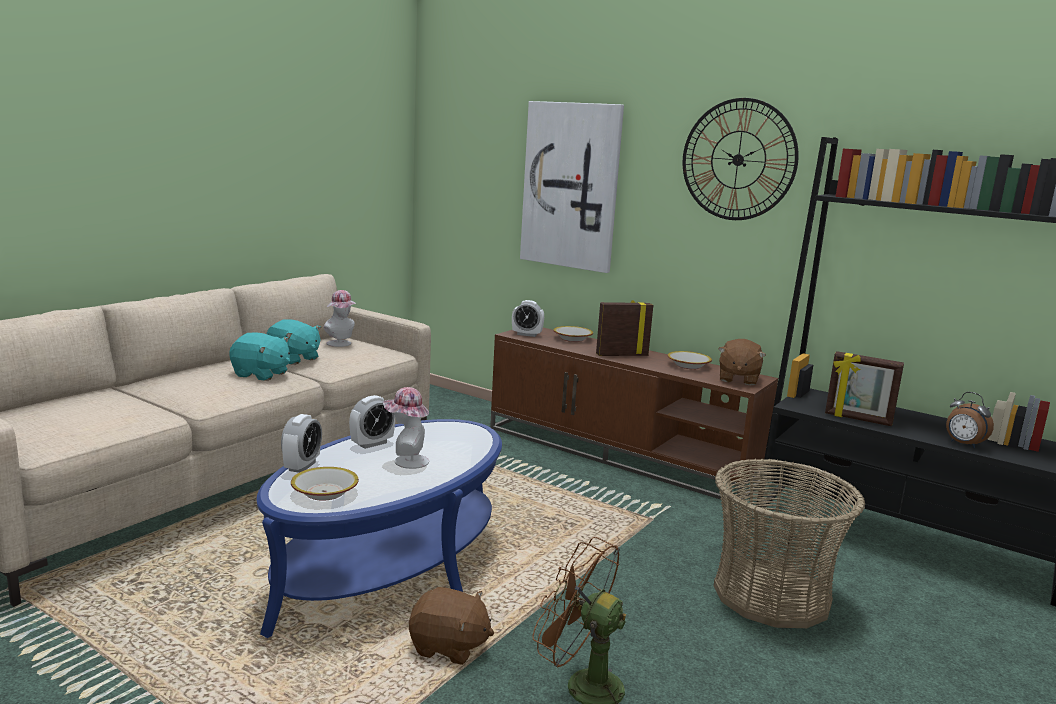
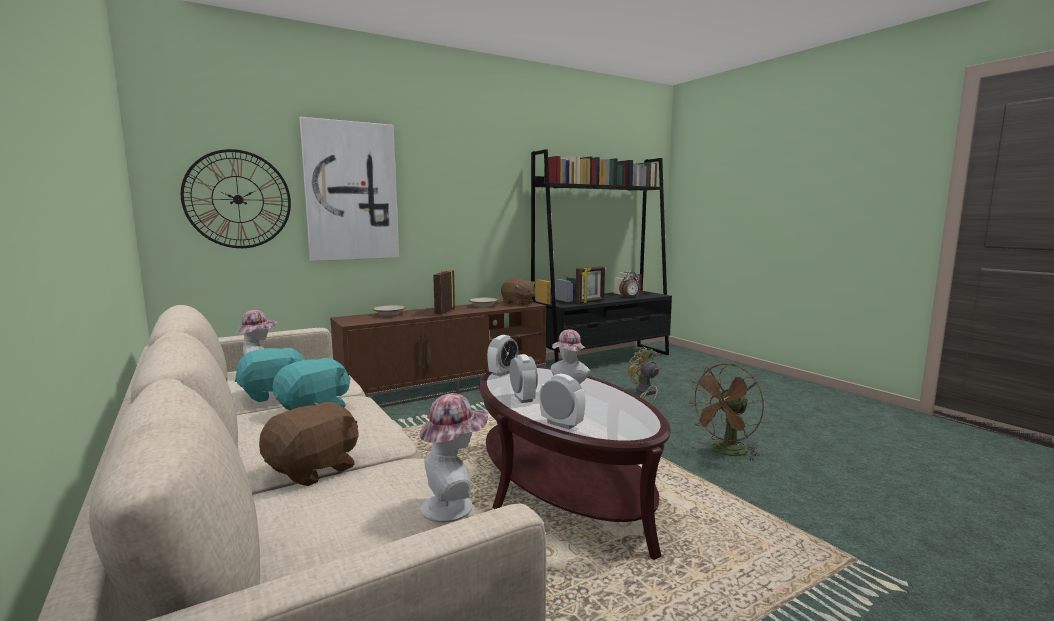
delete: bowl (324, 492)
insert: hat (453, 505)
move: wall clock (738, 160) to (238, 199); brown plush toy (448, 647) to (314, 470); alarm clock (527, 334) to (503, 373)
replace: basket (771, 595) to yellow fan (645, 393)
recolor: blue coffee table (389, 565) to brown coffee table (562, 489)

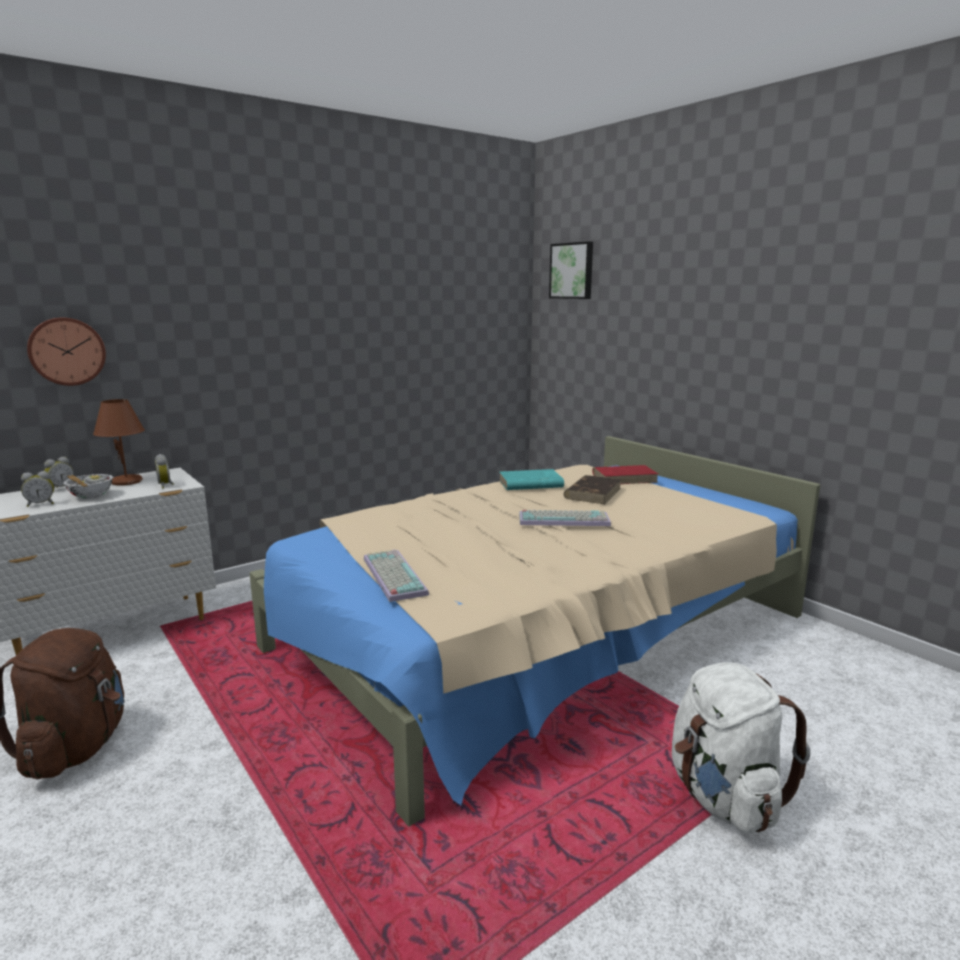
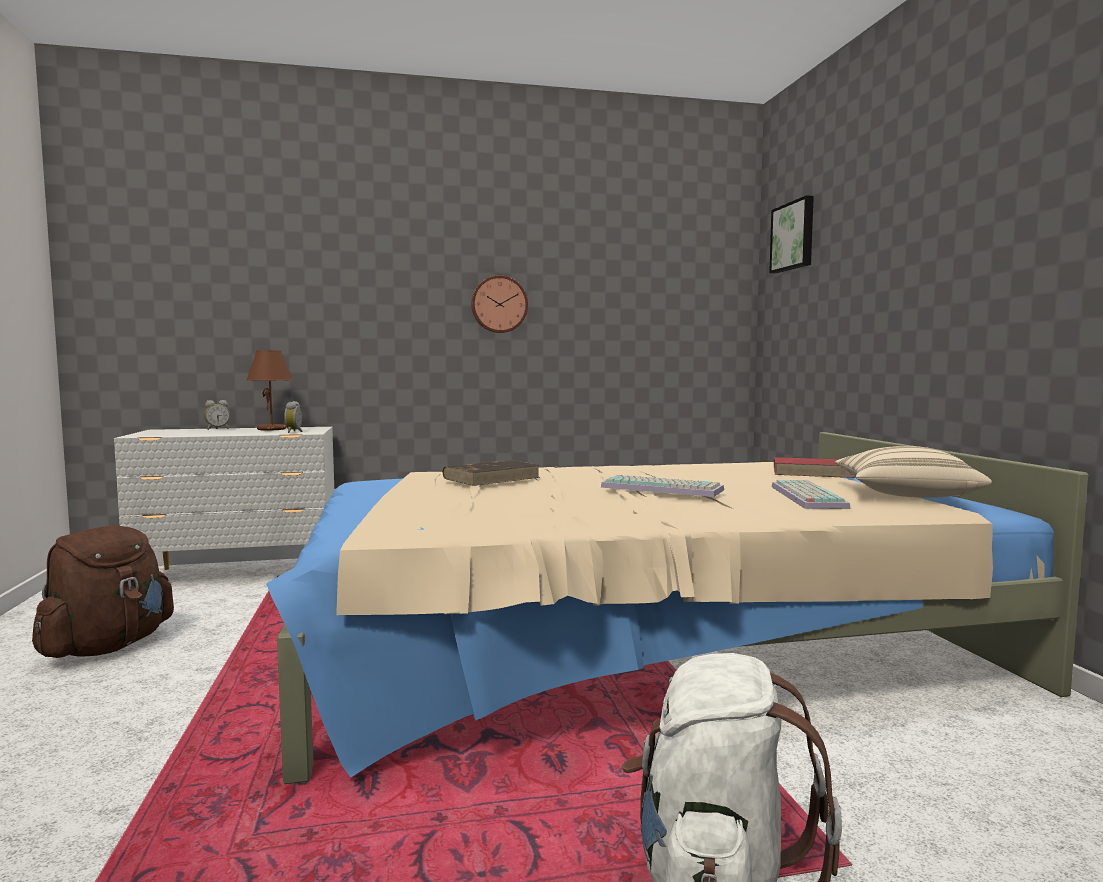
delete: alarm clock (41, 504); bowl (90, 496); turquoise book (530, 484)
insert: beige pillow (904, 495)
move: brown book (593, 493) to (492, 478); wall clock (66, 351) to (499, 304); keyboard (391, 575) to (804, 496)

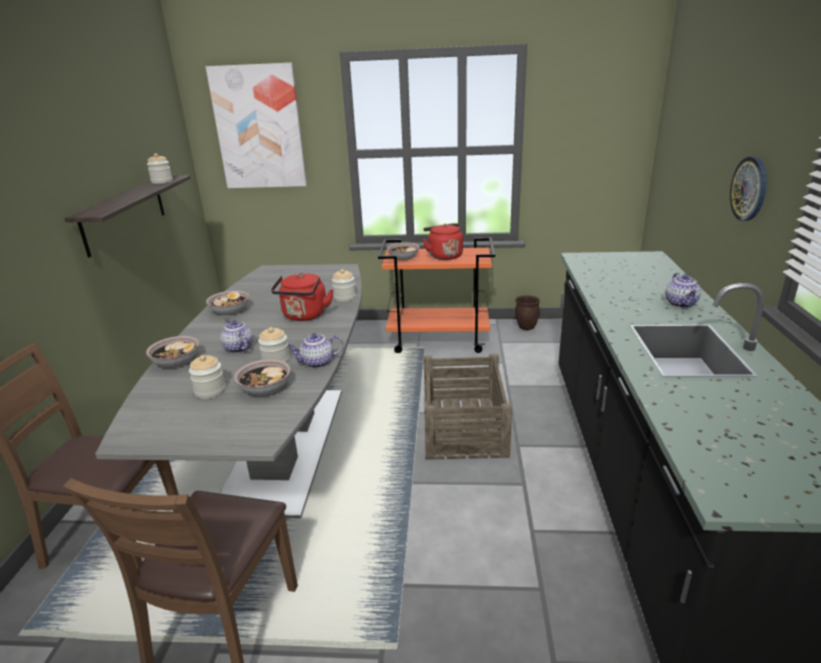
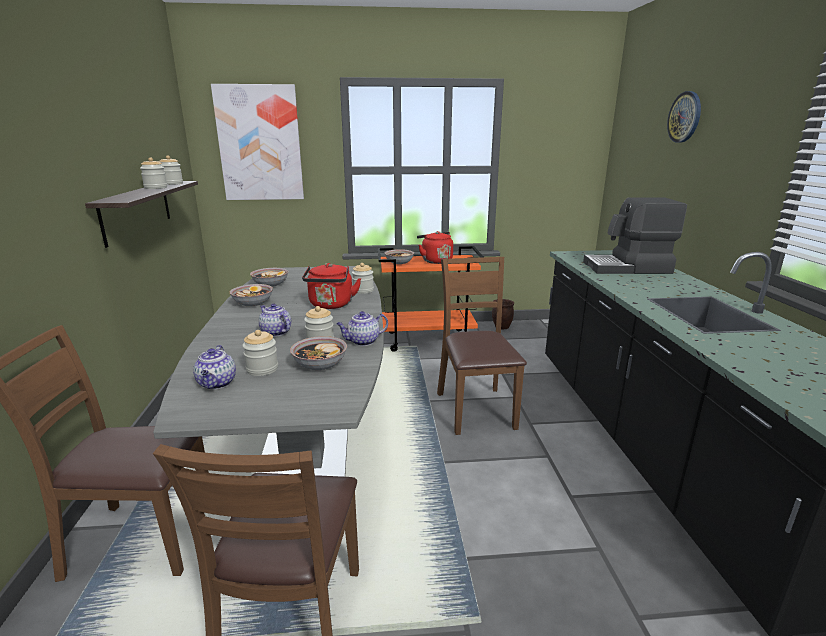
insert: jar (156, 188); coffee machine (628, 268)
move: teapot (681, 304) to (217, 384); bowl (176, 361) to (270, 284); wall clock (749, 189) to (685, 117)
replace: crate (464, 426) to brown chair (476, 409)

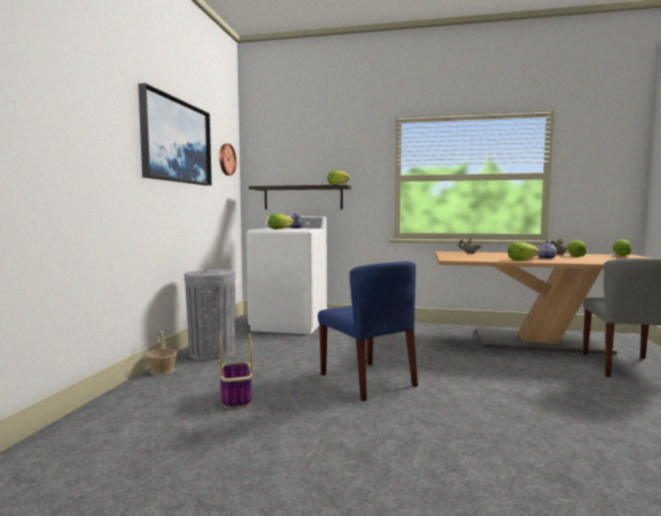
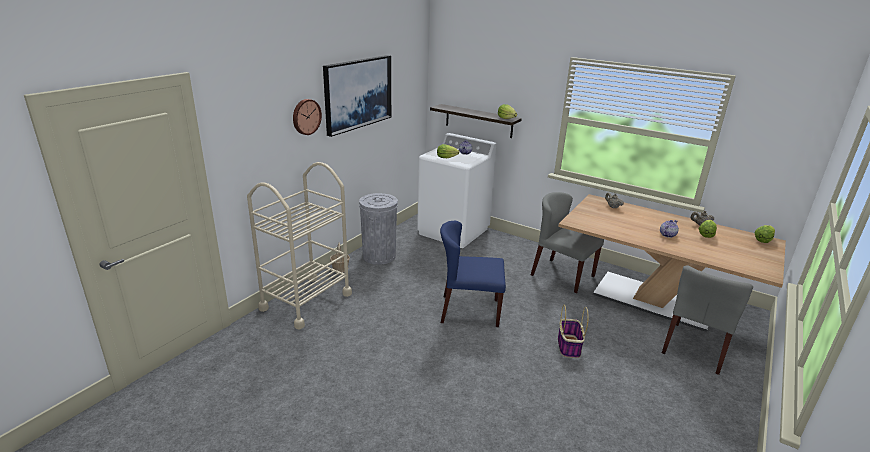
delete: lettuce (521, 260)
insert: beige cart (306, 301); grey chair (562, 275)
move: wall clock (226, 159) to (306, 116); basket (236, 397) to (568, 346)
rotate: blue chair (368, 380) = (469, 311) 105 degrees clockwise

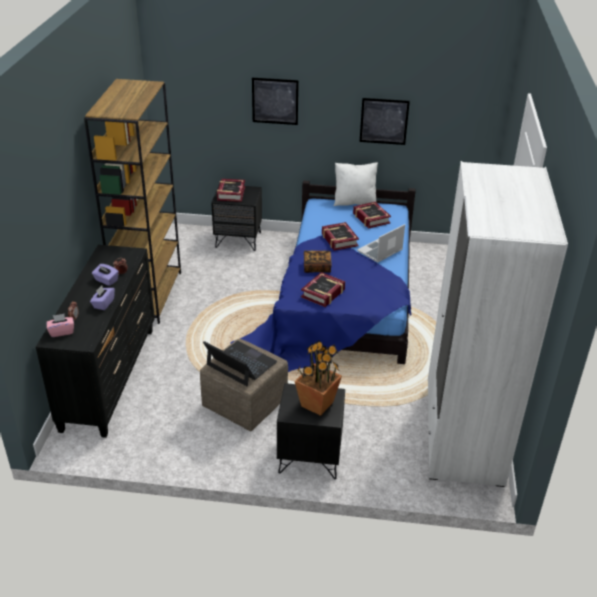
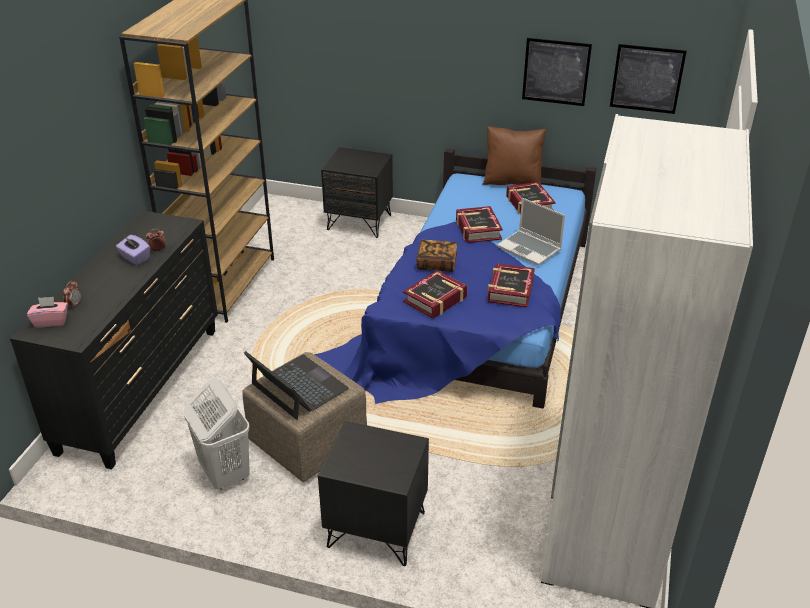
delete: purple tissue box (103, 304); potted plant (317, 403)
insert: white laundry basket (224, 473)
move: book (231, 193) to (510, 290); picture (275, 101) to (647, 79)
recolor: white pillow (354, 202) to brown pillow (512, 181)
rotate: laptop (380, 251) = (530, 249) 105 degrees counterclockwise

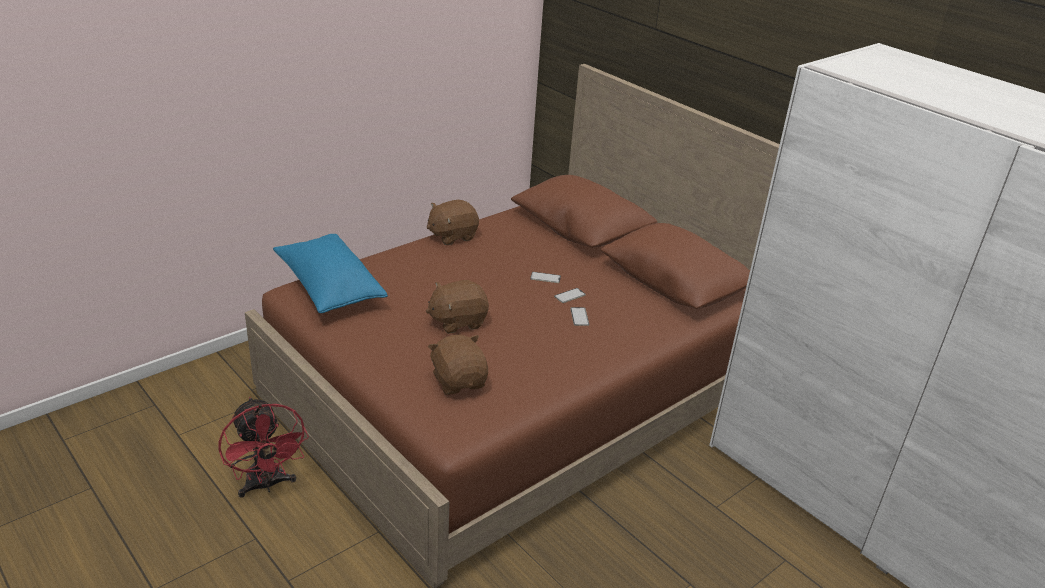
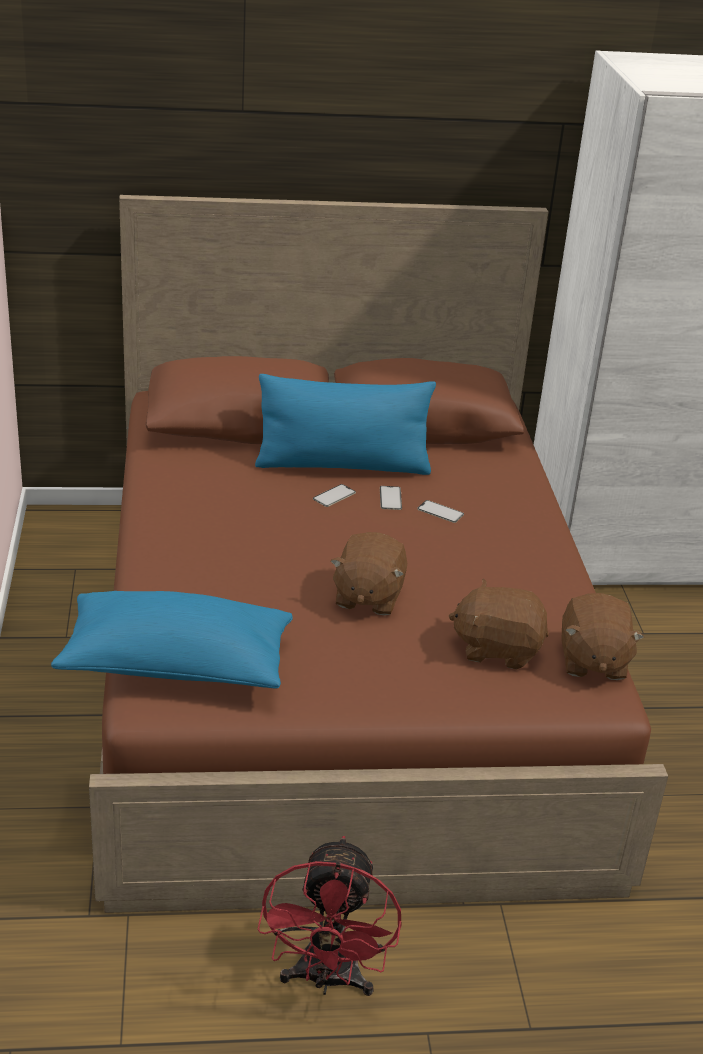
insert: blue pillow (342, 465)
move: brown plush toy (452, 236) to (592, 661)
rotate: red fan (266, 485) = (327, 980) 90 degrees clockwise

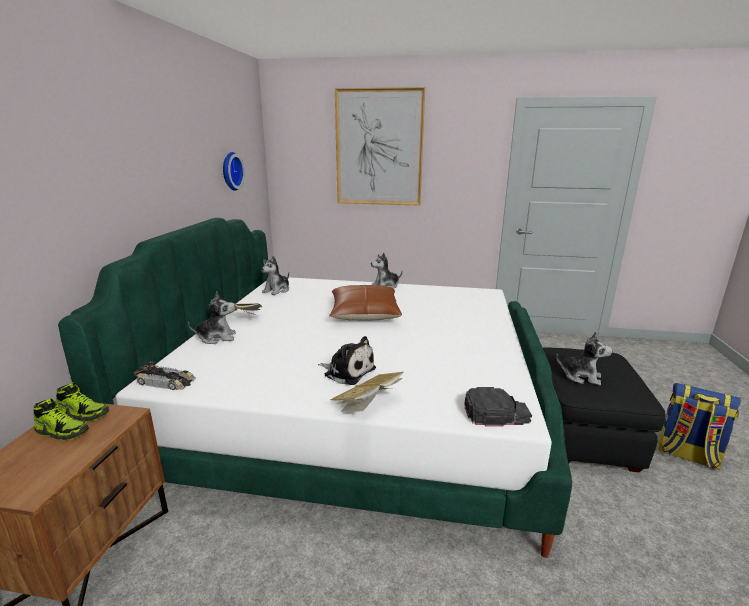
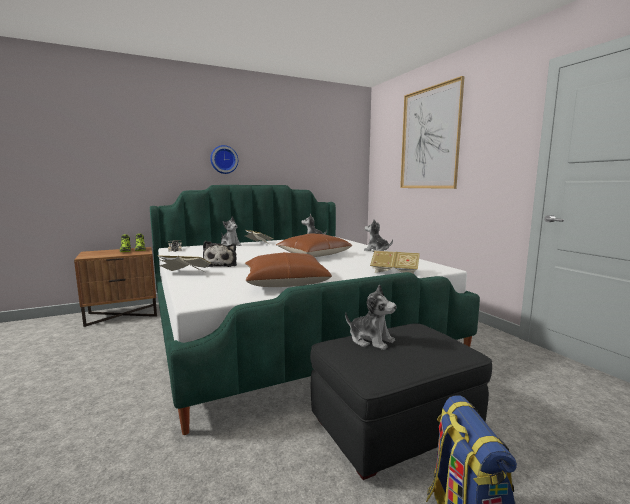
delete: black cap (496, 412)
insert: brown pillow (285, 282); book (394, 272)
move: wall clock (230, 171) to (224, 159)
rotate: plush toy (581, 376) = (371, 340) 45 degrees counterclockwise

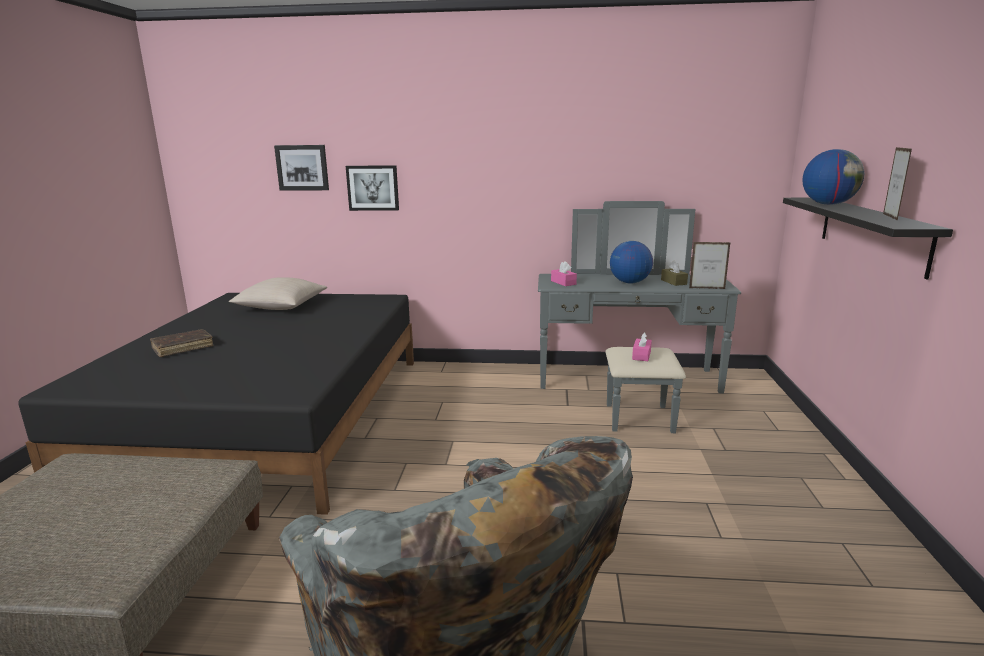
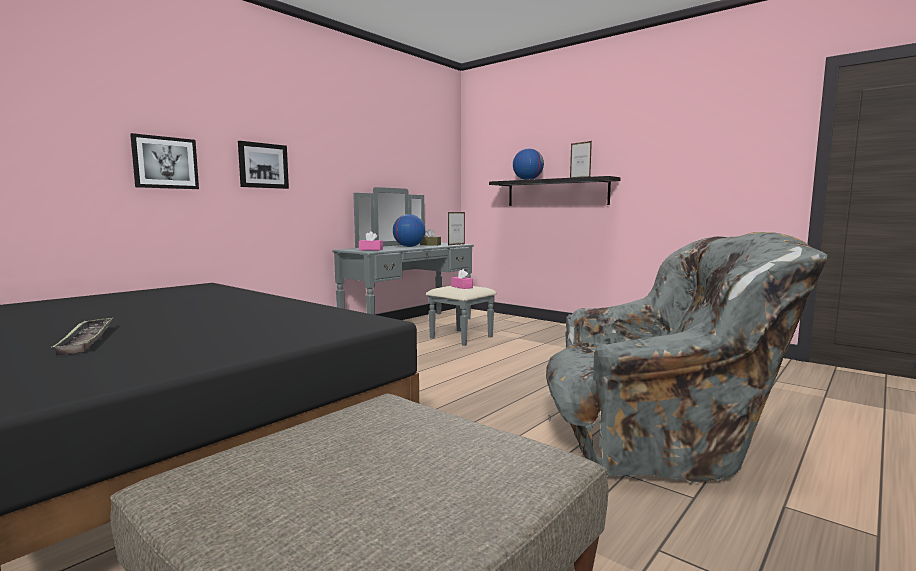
delete: beige pillow (281, 306)
move: picture (302, 167) to (263, 165)
replace: brown book (183, 348) to tray (86, 340)

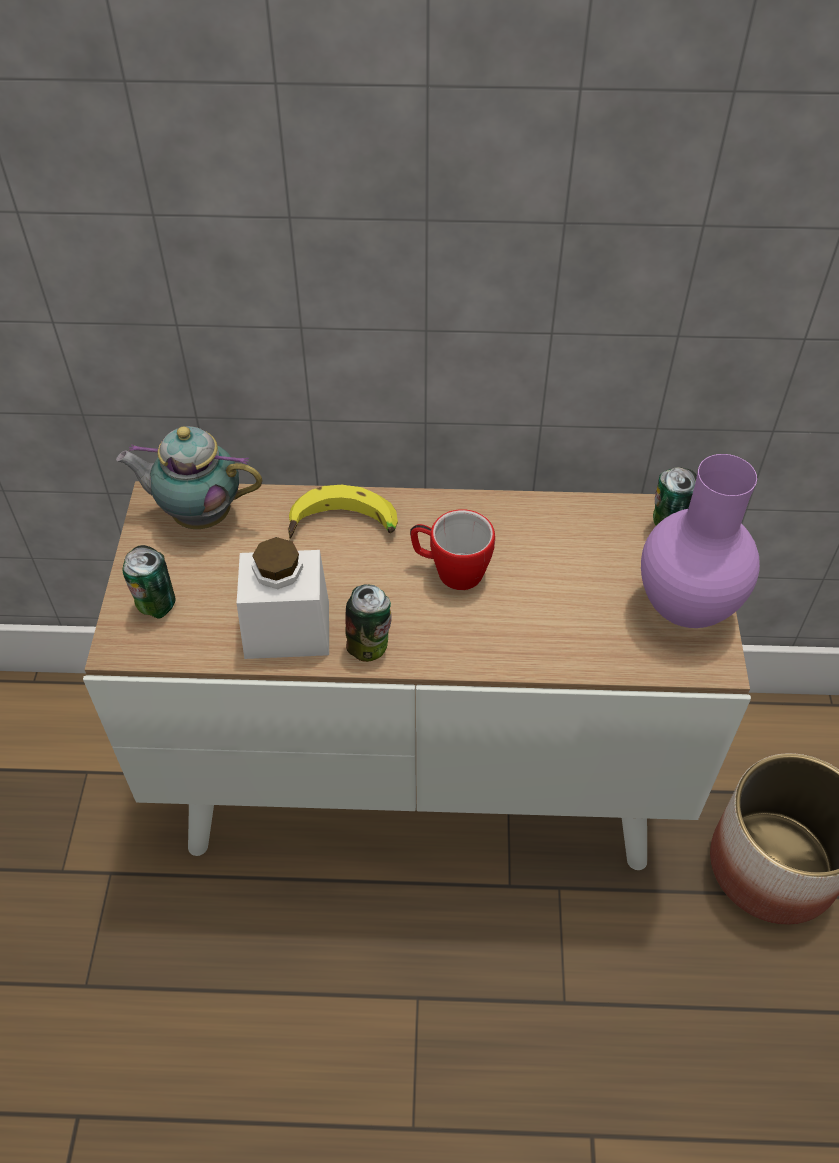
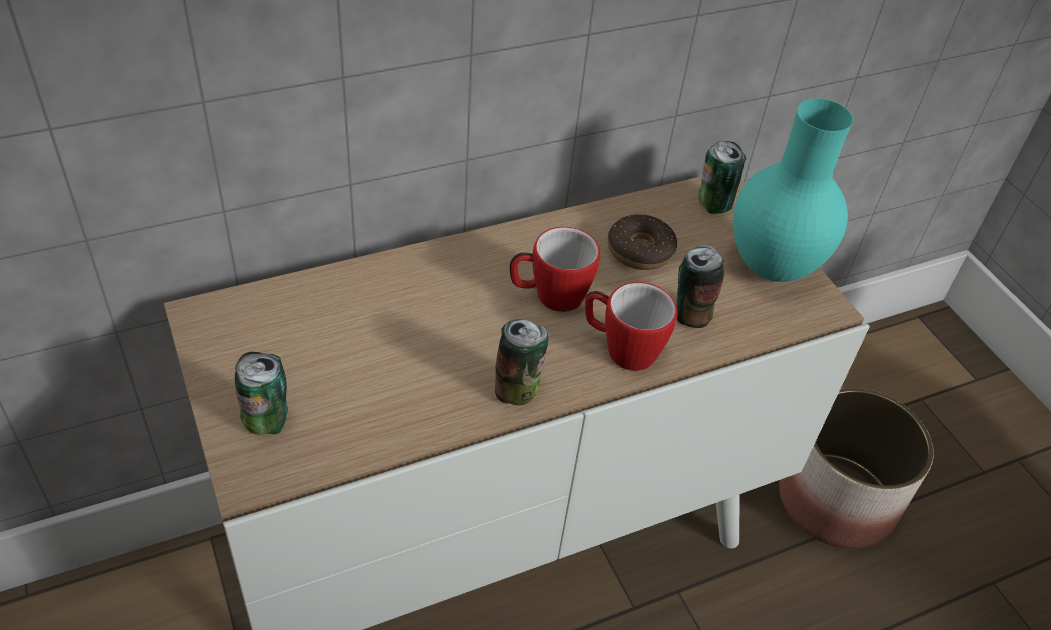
delete: teapot (198, 515); white jar (287, 630); banana (342, 528)
insert: mug (621, 348); donut (640, 250); can (690, 313)
recolor: purple vase (687, 611) to turquoise vase (774, 269)

